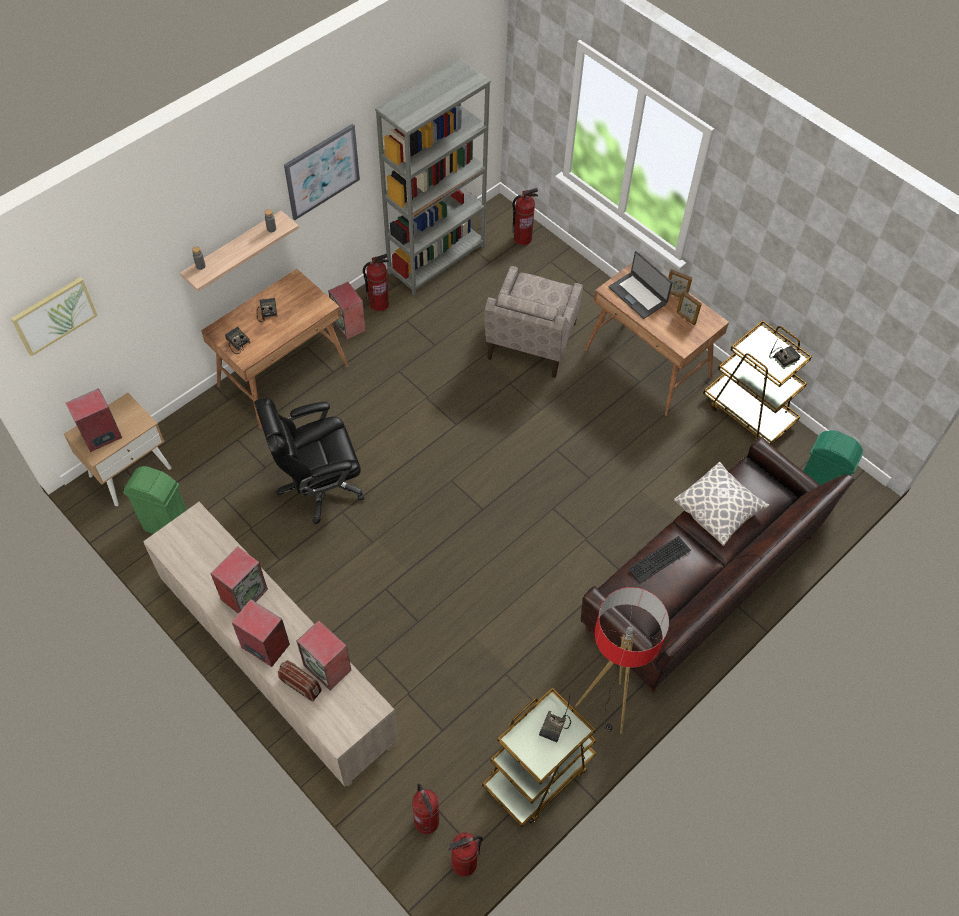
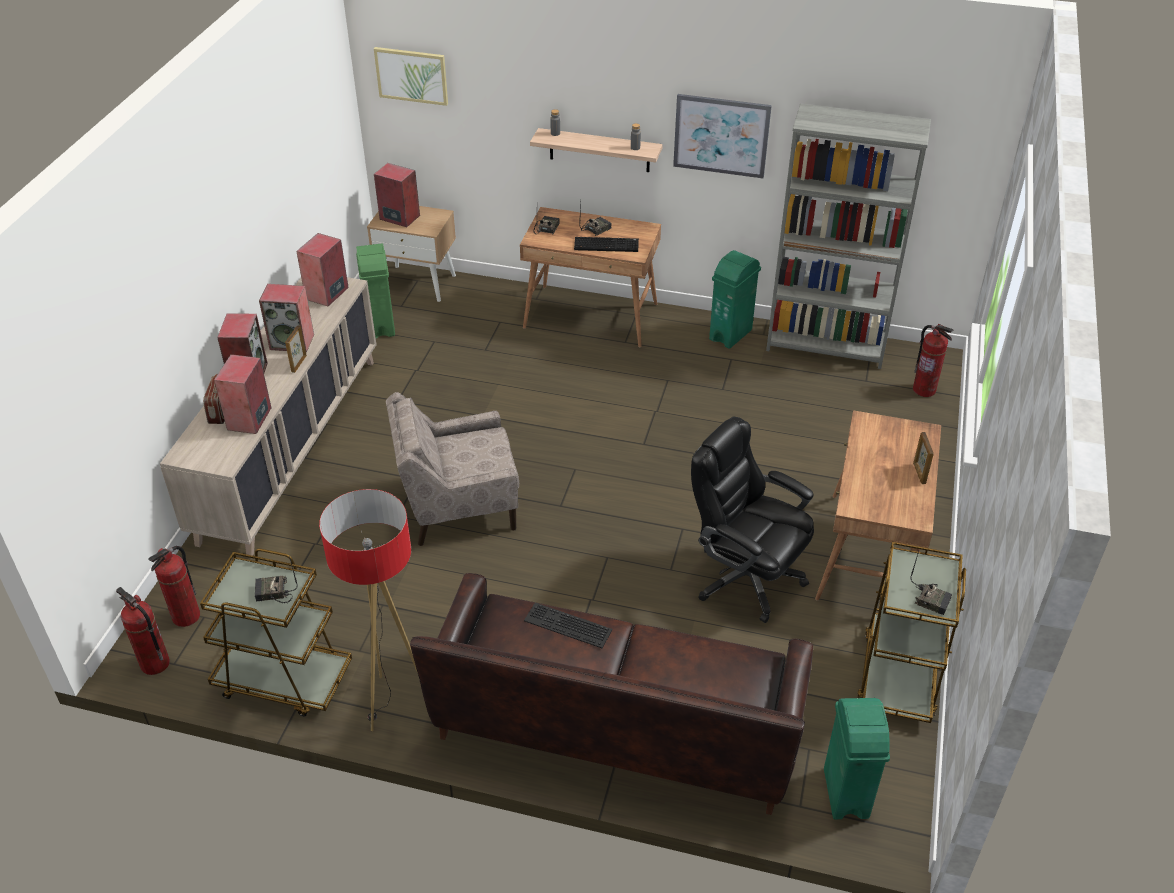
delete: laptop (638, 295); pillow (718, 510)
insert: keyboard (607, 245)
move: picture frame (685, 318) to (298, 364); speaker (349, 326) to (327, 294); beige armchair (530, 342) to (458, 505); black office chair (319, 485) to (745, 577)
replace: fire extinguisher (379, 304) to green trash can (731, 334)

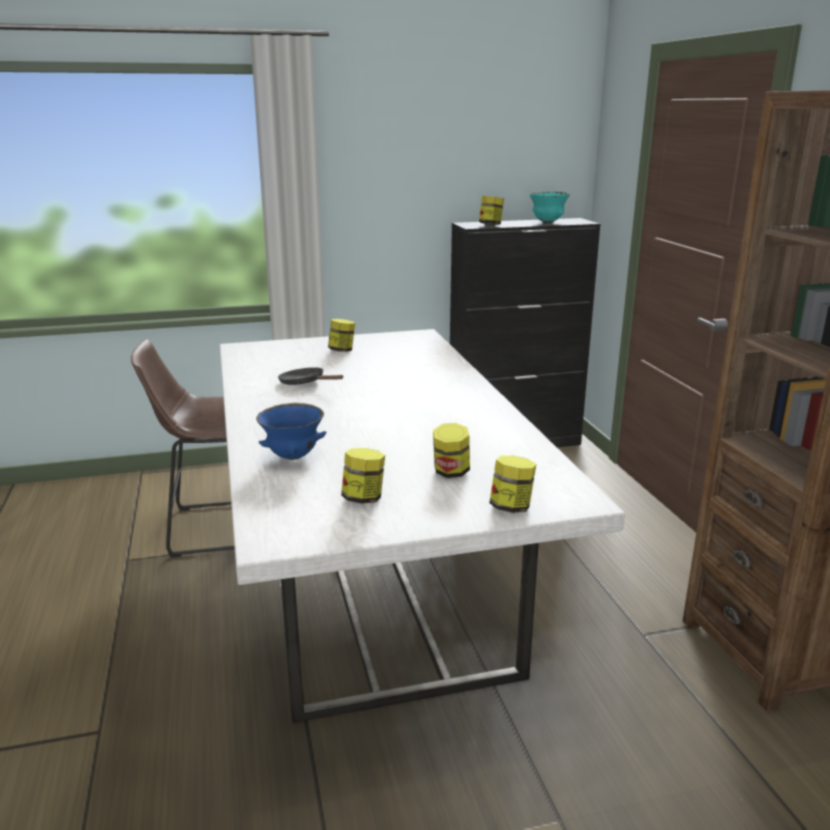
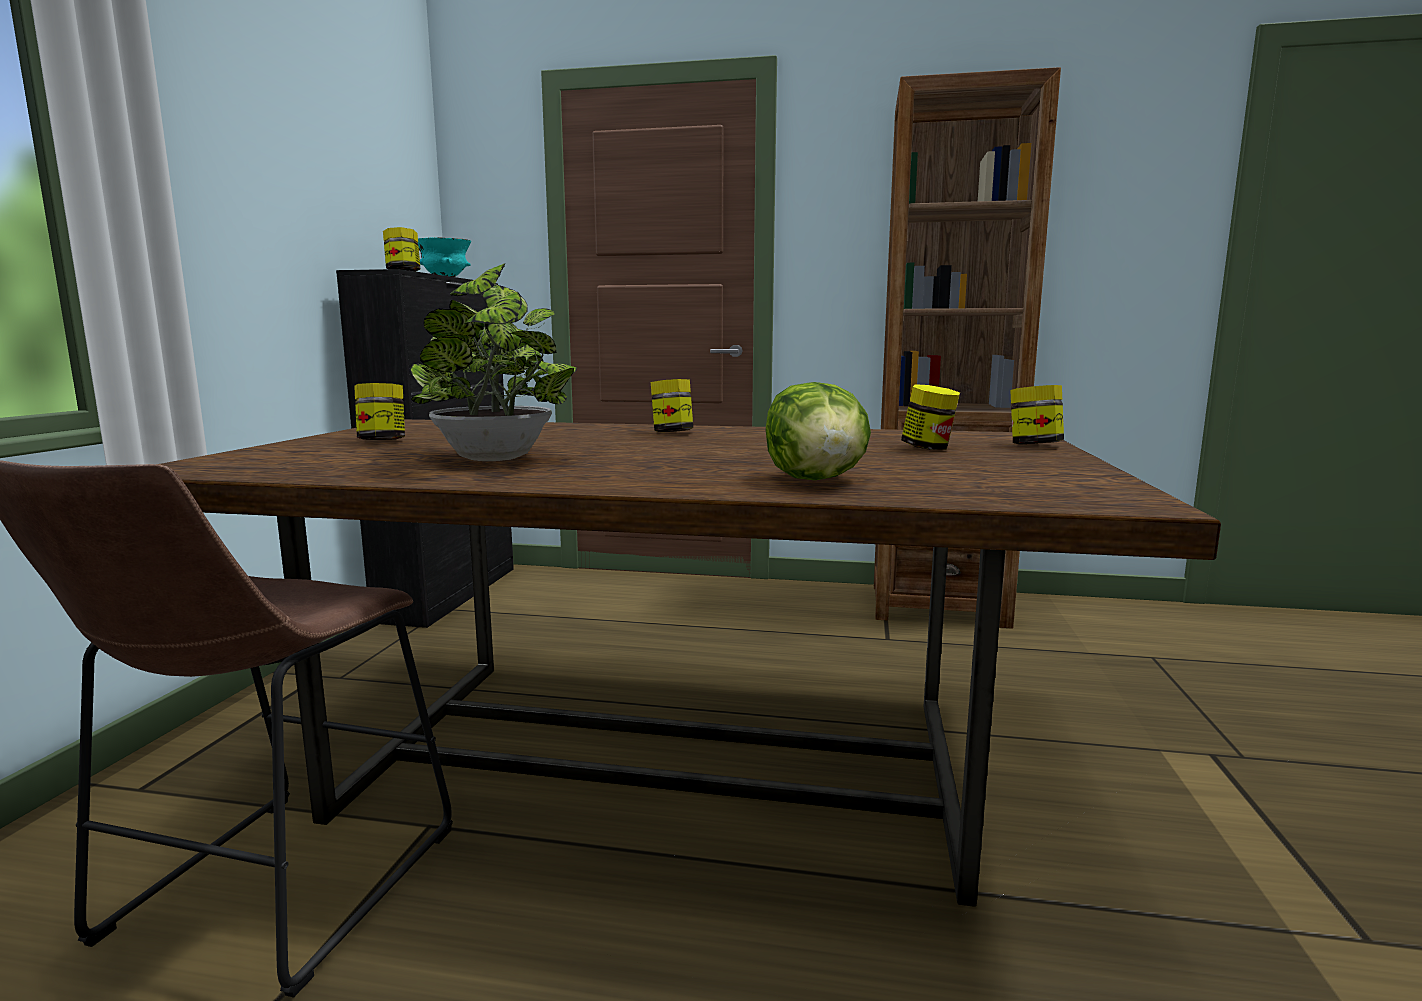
move: jar (363, 498) to (672, 433)
replace: black frying pan (305, 383) to potted plant (496, 459); blue bowl (293, 456) to lettuce (817, 480)
recolor: white dining table (373, 581) to brown dining table (659, 756)

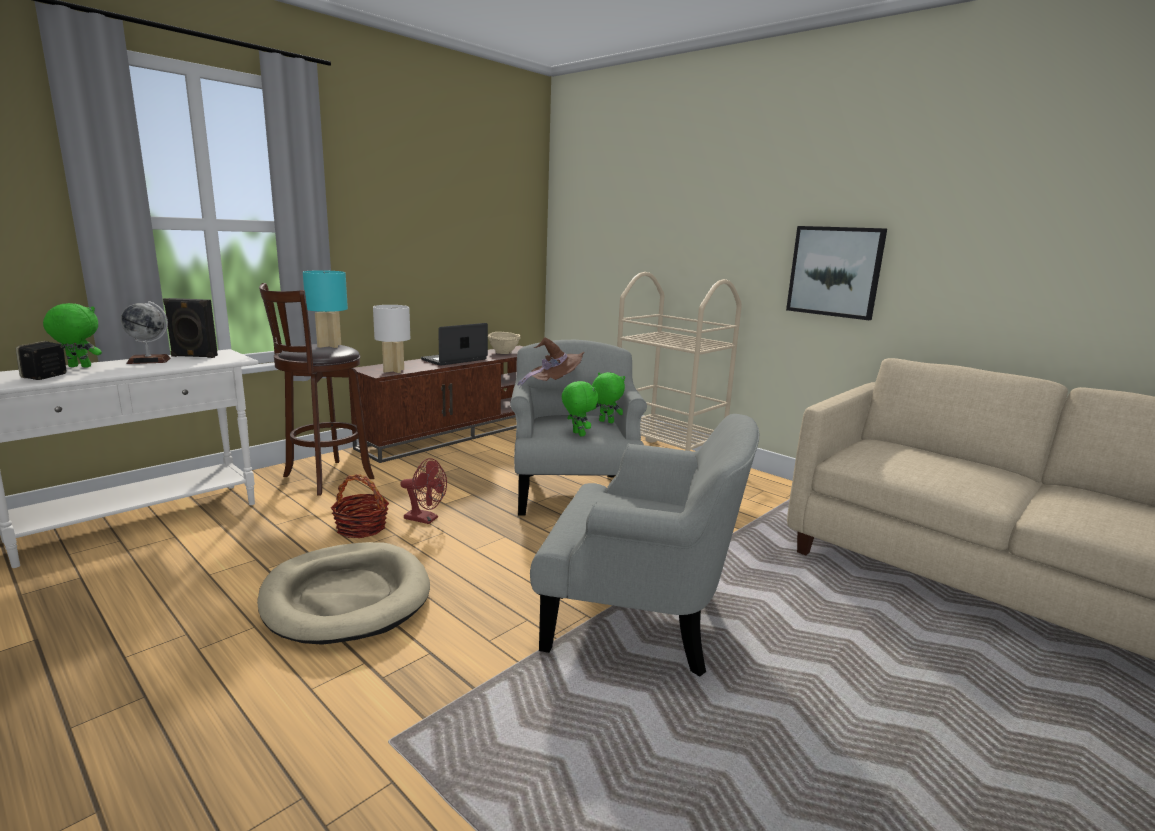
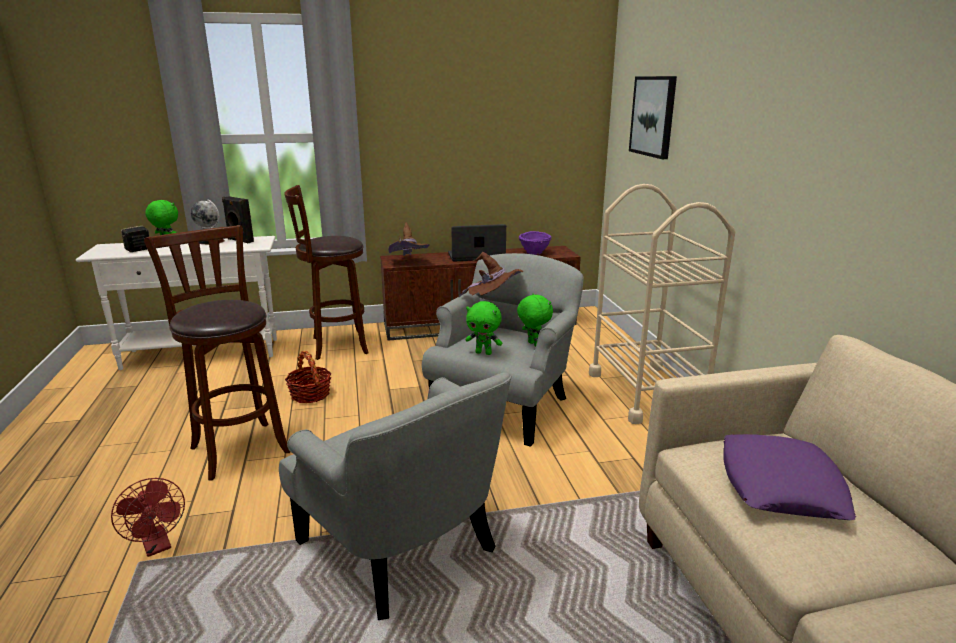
delete: turquoise table lamp (329, 346)
insert: purple pillow (781, 486)
move: red fan (425, 519) to (158, 546); picture (835, 271) to (653, 116)
replace: beige dog bed (346, 597) to brown stool (238, 447); white table lamp (394, 371) to brown hat (408, 262)
recolor: beige bowl (504, 352) to purple bowl (534, 253)
rotate: green plush toy (577, 434) = (484, 353) 105 degrees clockwise

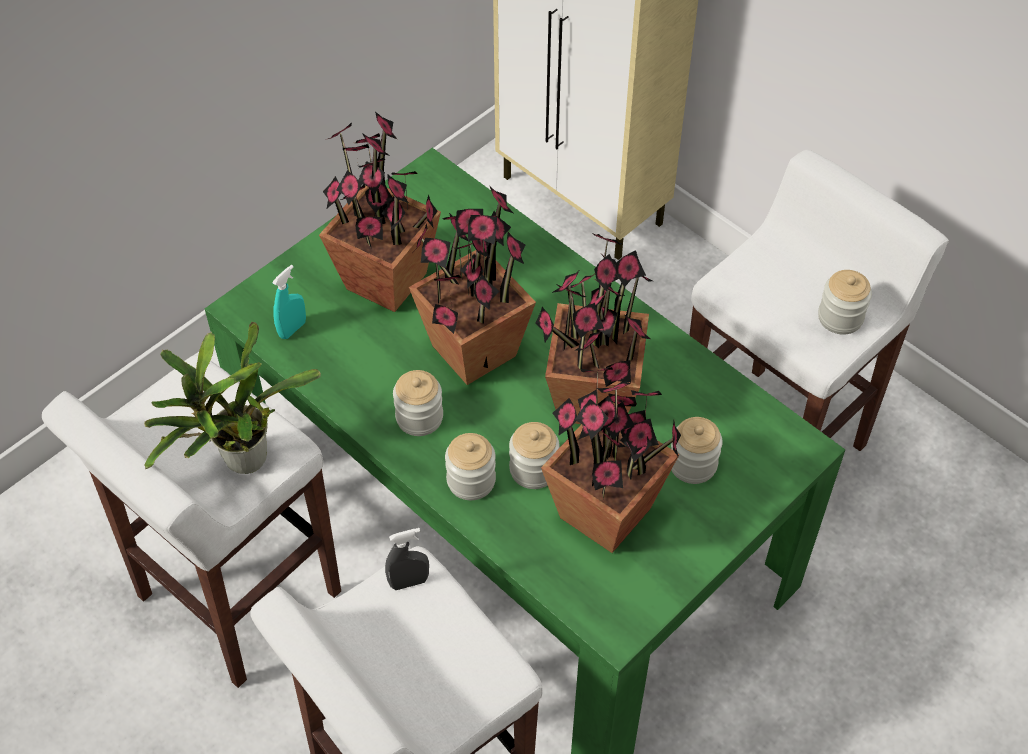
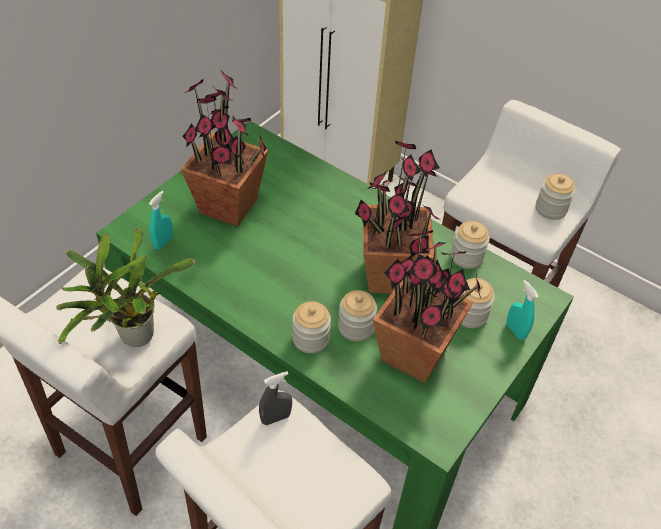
delete: potted plant (472, 350)
insert: turquoise spray bottle (515, 331)
move: jar (419, 417) to (466, 256)

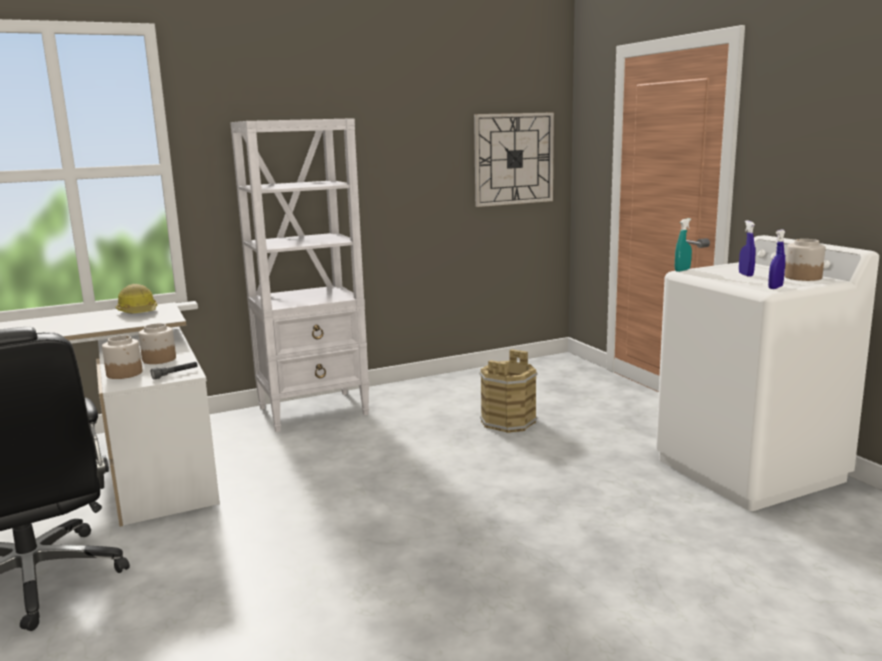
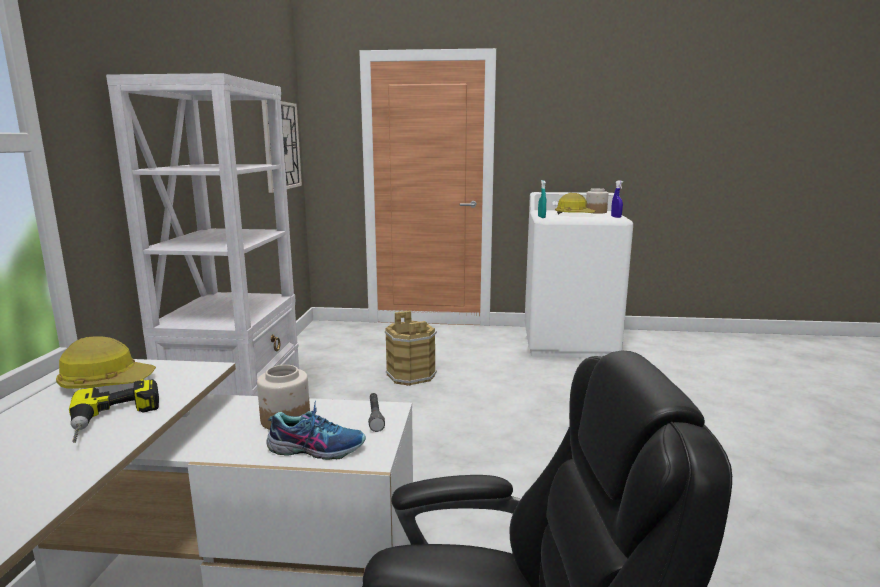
insert: power drill (115, 419)
replace: jar (125, 373) to shoe (316, 448); blue spray bottle (745, 275) to hard hat (574, 214)

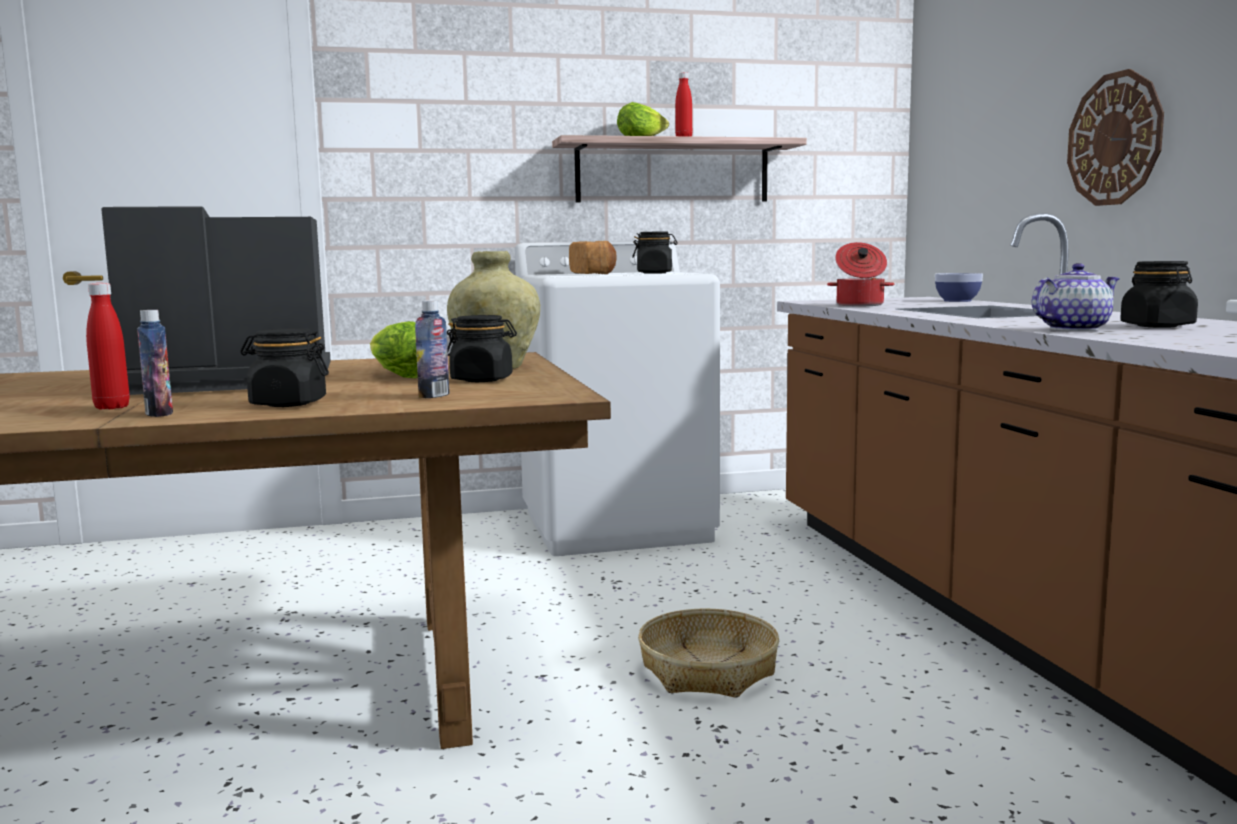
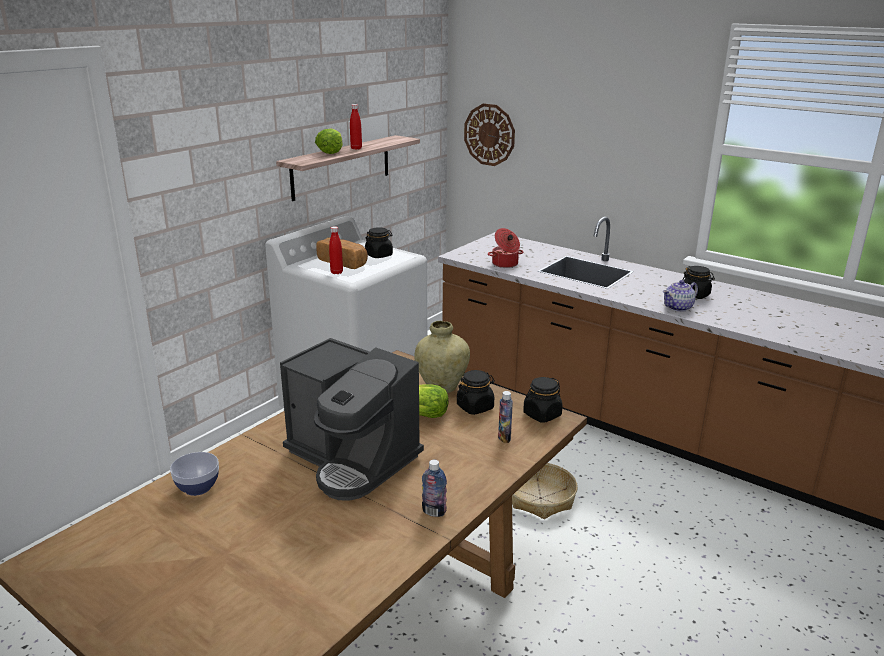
move: bowl (957, 301) to (198, 487); red bottle (112, 407) to (336, 272); wall clock (1115, 139) to (489, 134); black jar (288, 404) to (542, 415)
rotate: coffee machine (227, 384) = (352, 459) 90 degrees counterclockwise; teapot (1072, 329) = (678, 307) 150 degrees counterclockwise

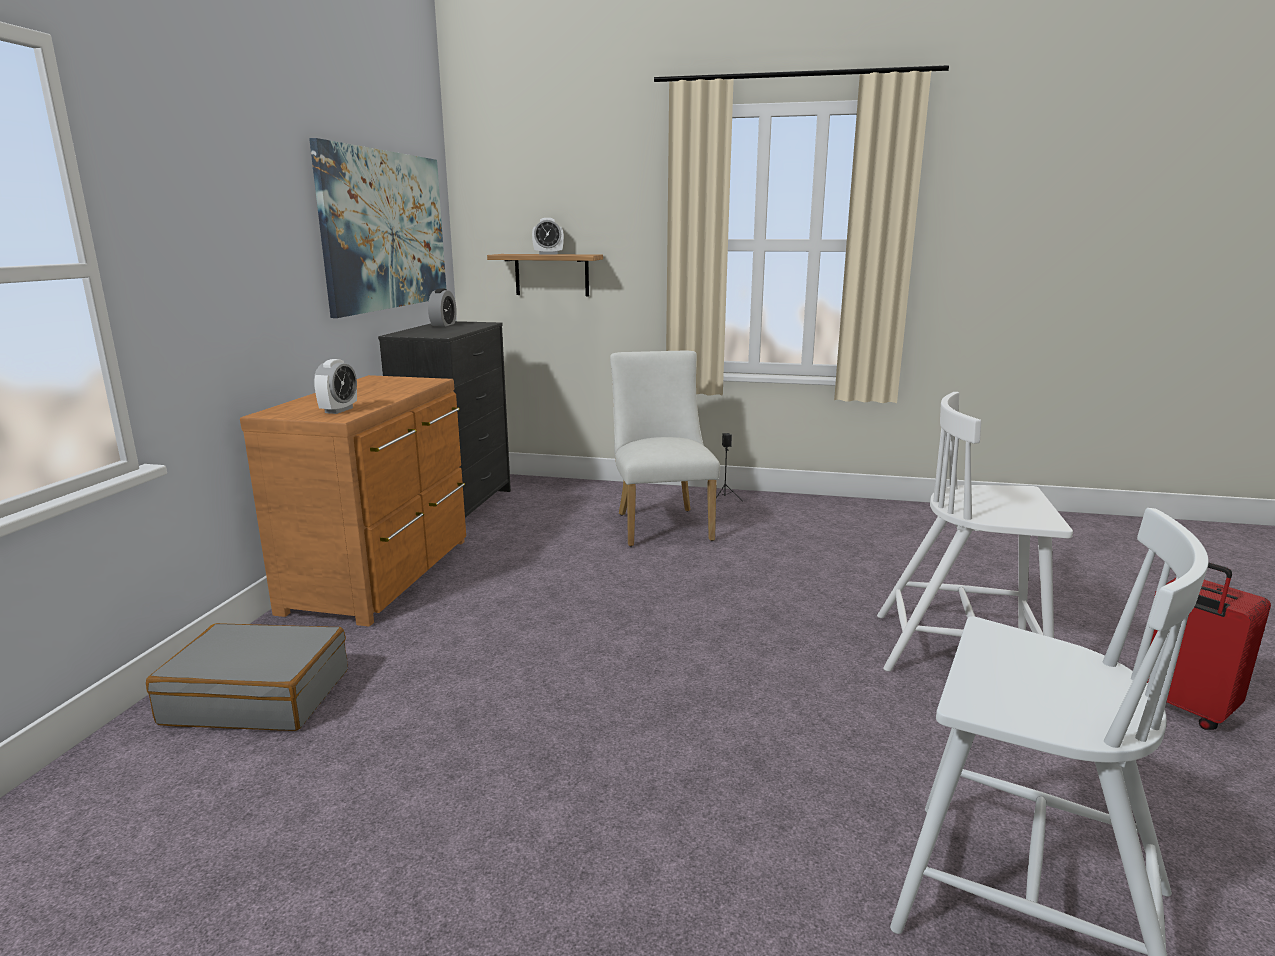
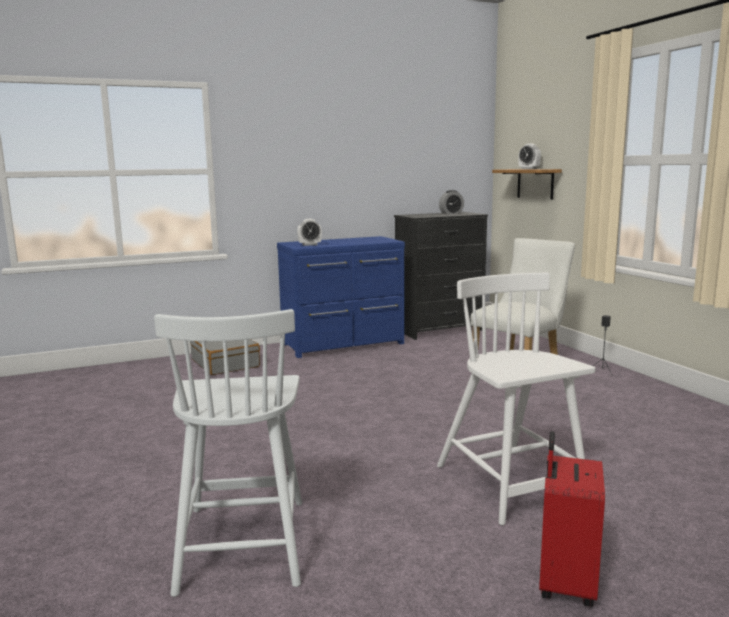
delete: picture (386, 230)
recolor: brown dresser (384, 574) to blue dresser (344, 344)

